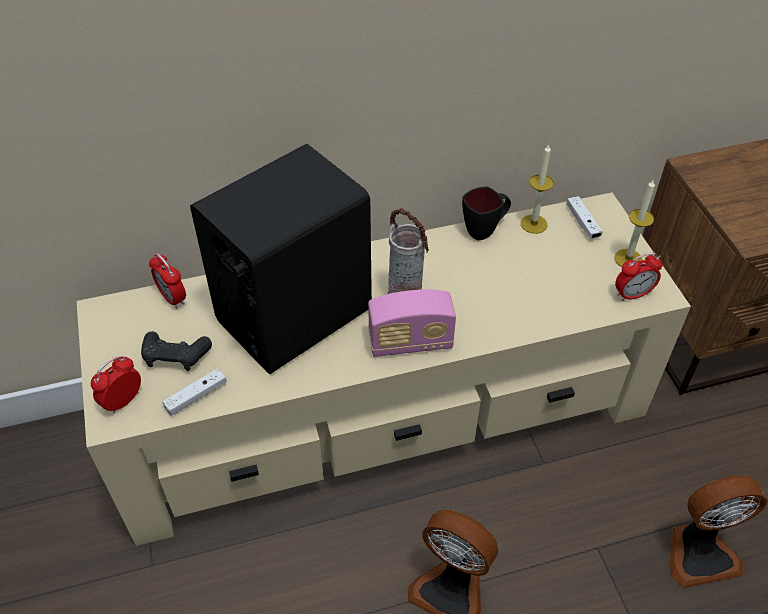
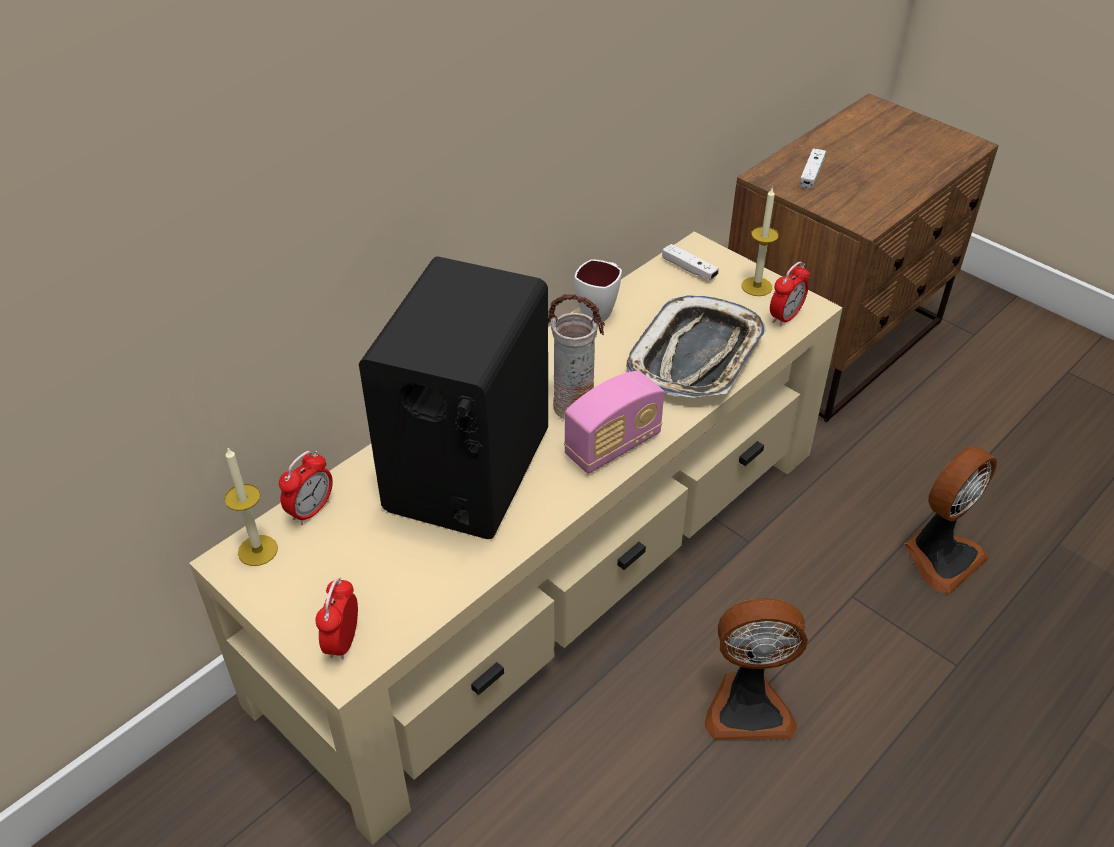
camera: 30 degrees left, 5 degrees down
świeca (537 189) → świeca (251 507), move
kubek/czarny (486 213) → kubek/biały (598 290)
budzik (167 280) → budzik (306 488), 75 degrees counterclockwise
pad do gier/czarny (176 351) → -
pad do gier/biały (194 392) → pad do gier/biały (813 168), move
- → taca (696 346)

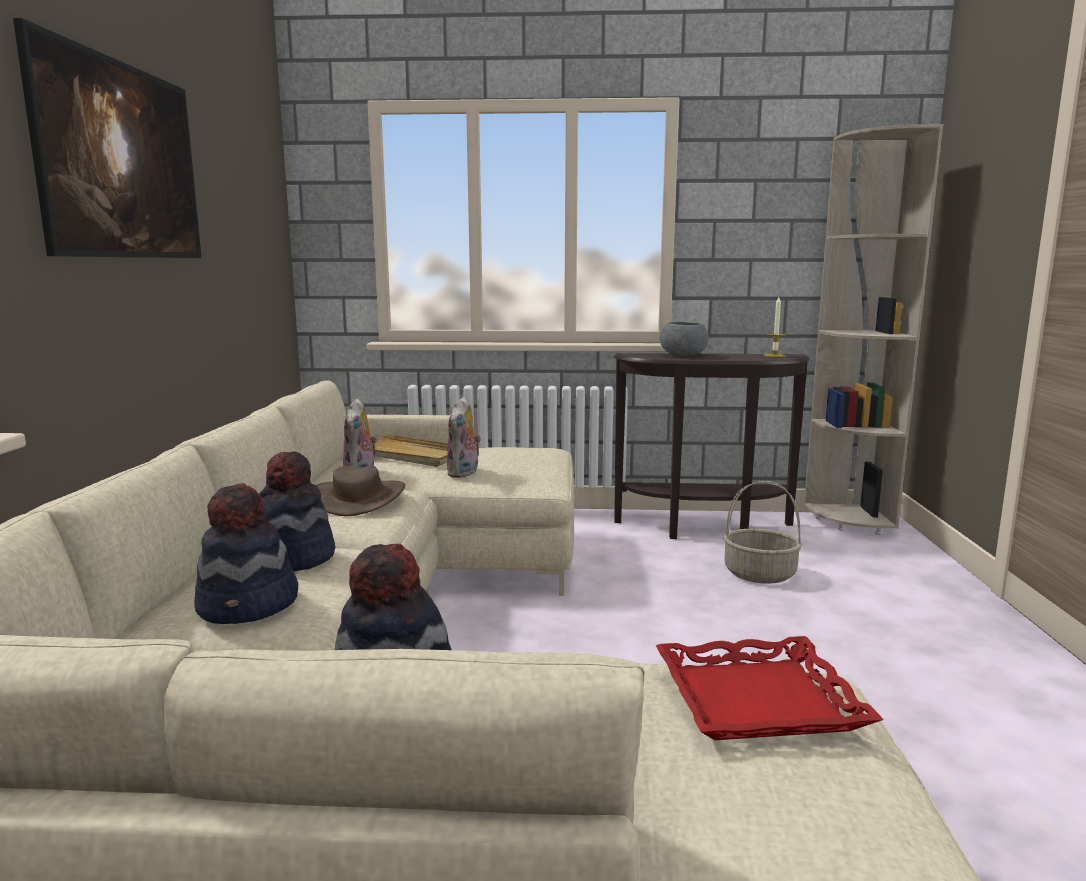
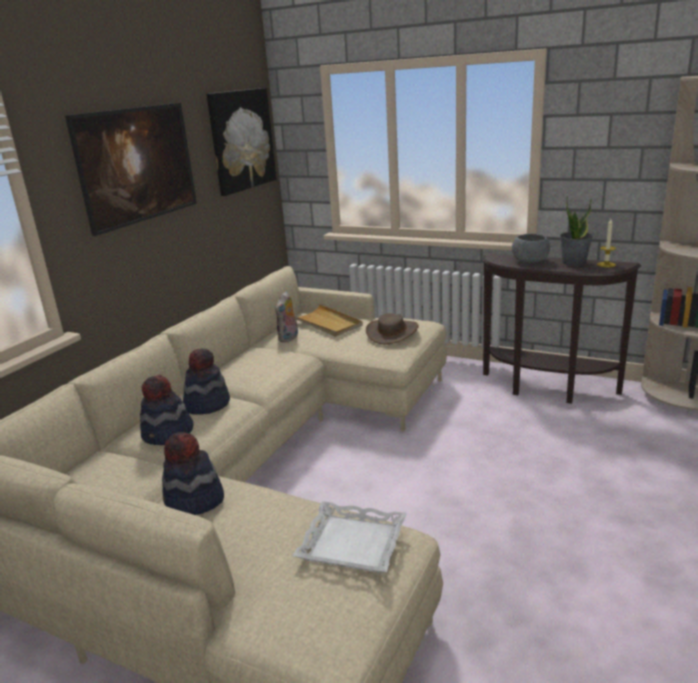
camera: 25 degrees right, 10 degrees up
pluszak (464 437) → -
kapelusz/brązowy (360 491) → kapelusz/brązowy (392 329), move
koszyk (762 532) → -
taca/czerwony (770 688) → taca/biały (350 537)
- → obraz (241 142)
- → roślina doniczkowa (576 231)

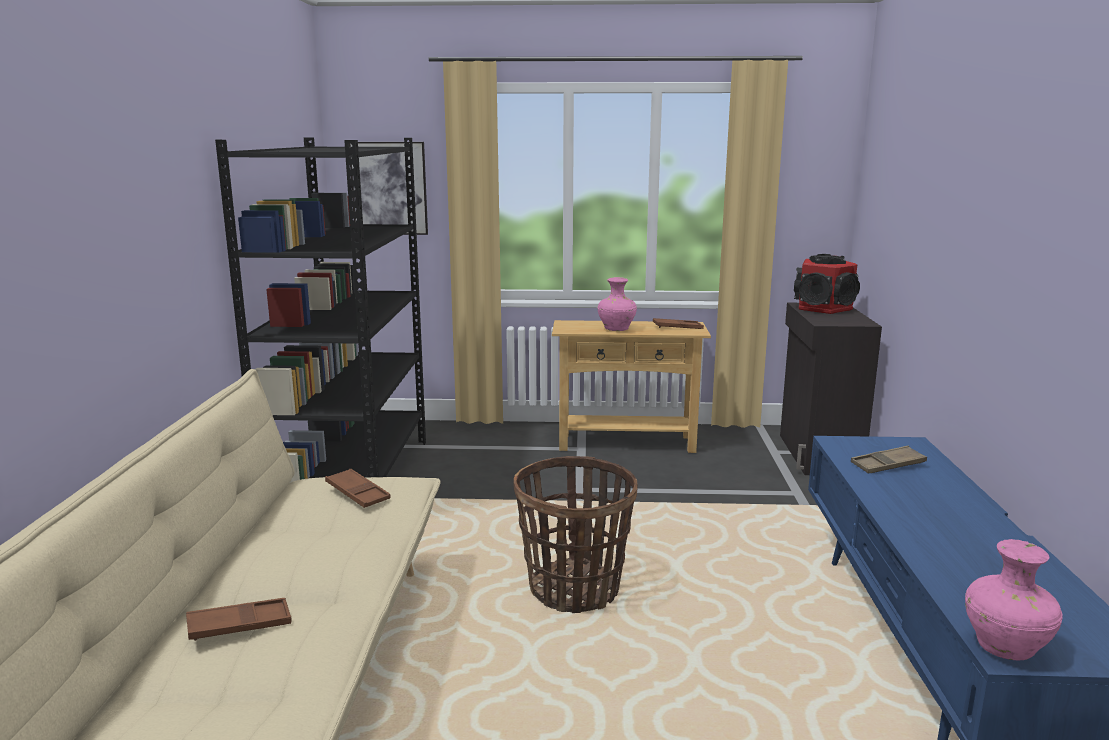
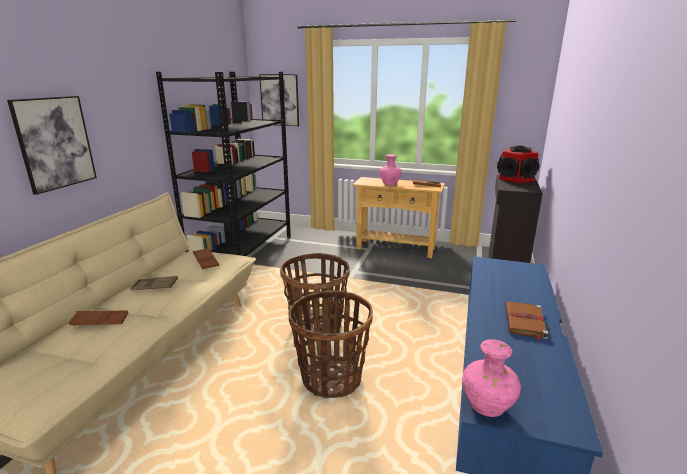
camera: 15 degrees right, 5 degrees up
taca/brązowy (889 460) → taca/brązowy (154 283), move
- → obraz (52 145)
- → koszyk (331 344)
- → książka/brązowy (526 321)

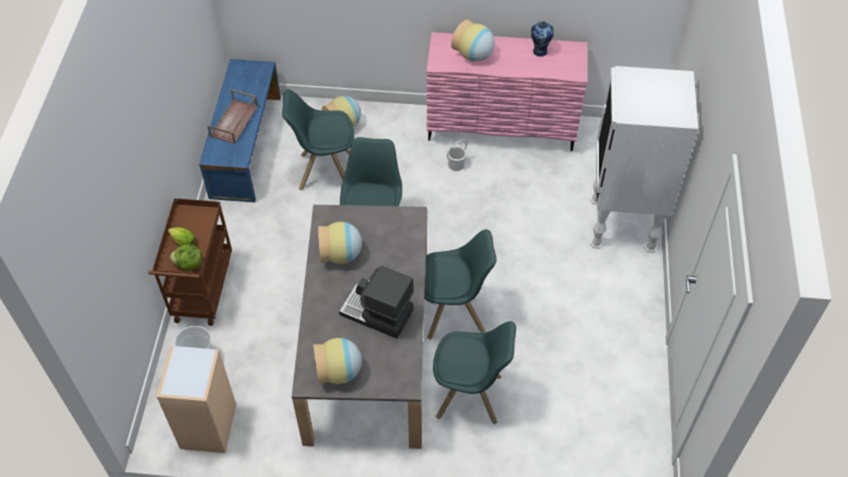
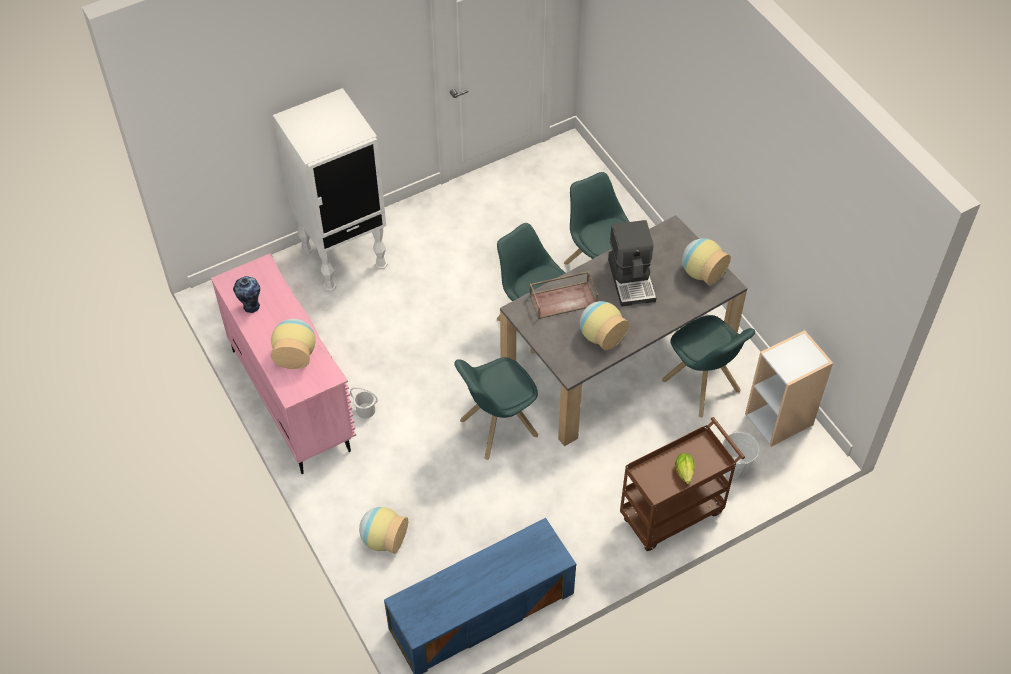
camera: 125 degrees left, 0 degrees up
taca/brązowy (232 116) → taca/brązowy (564 295), move
krzesło/turkusowy (318 139) → krzesło/turkusowy (708 366), move
sałata (186 257) → -

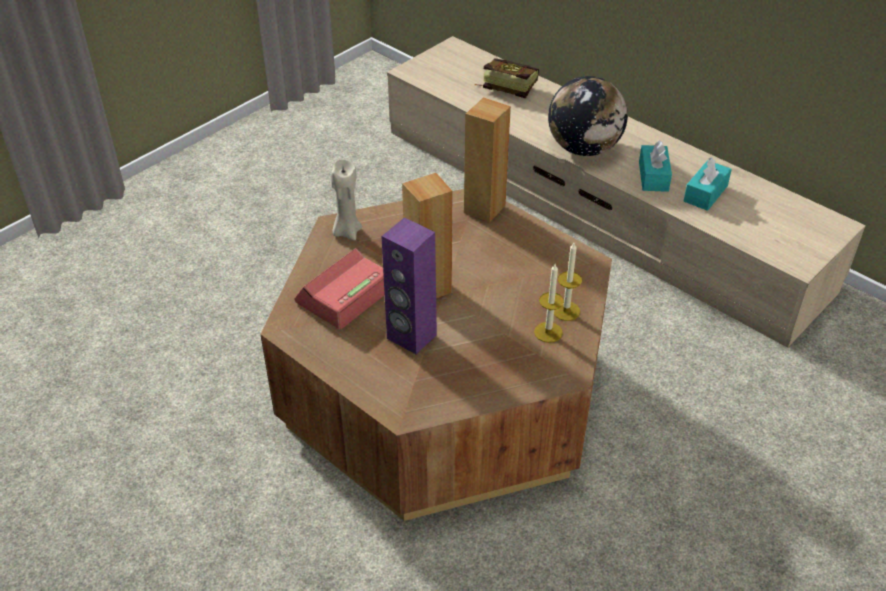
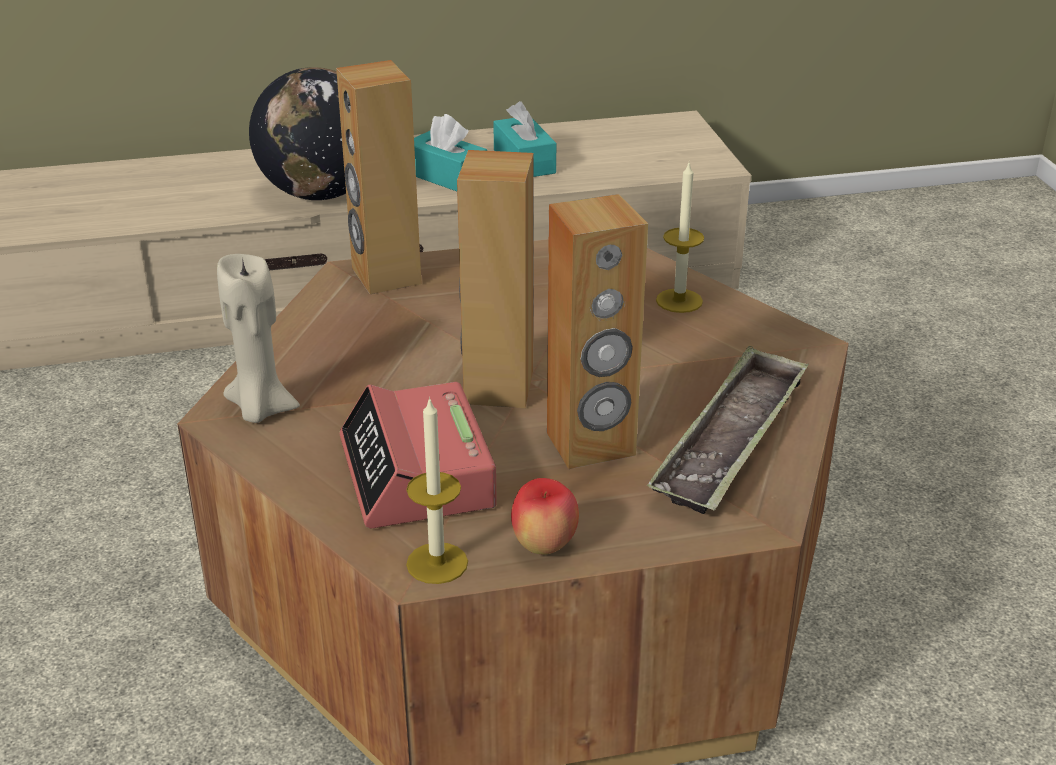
camera: 55 degrees left, 10 degrees down
książka (506 78) → -
głośnik/fioletowy (409 285) → głośnik/brązowy (597 331)
świeca (549 303) → świeca (437 490), move
- → taca (727 430)
- → jabłko (545 516)

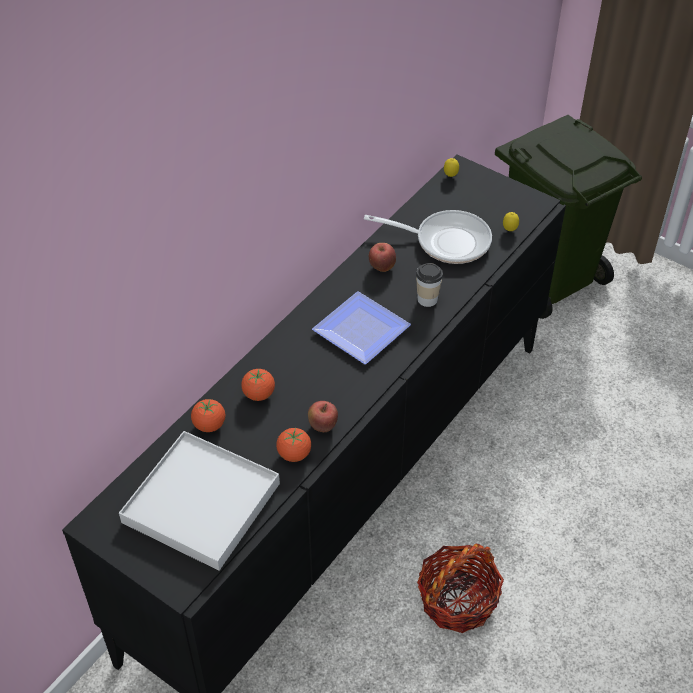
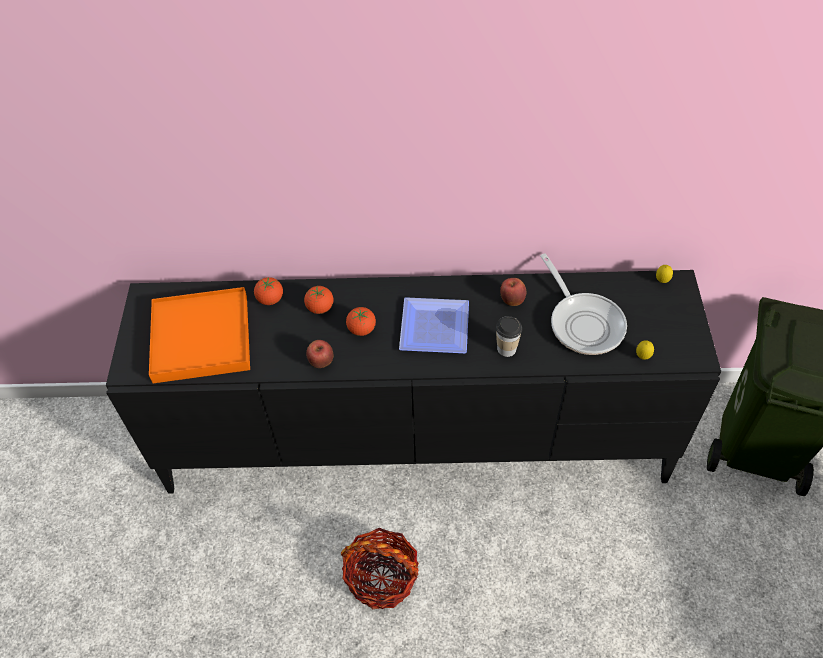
camera: 55 degrees right, 5 degrees up
pomidor (293 445) → pomidor (361 321), move
taca/biały (199 501) → taca/pomarańczowy (199 335)

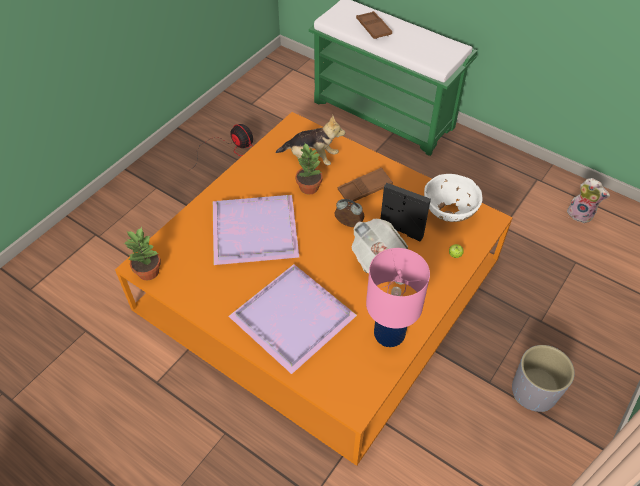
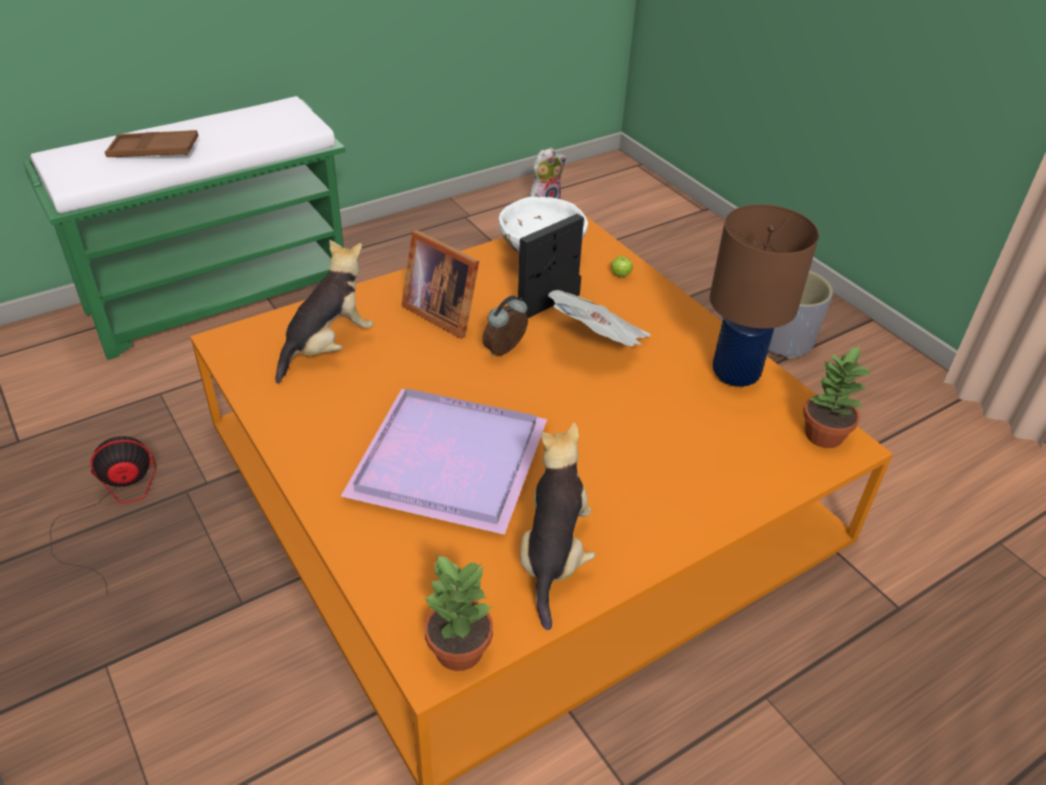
camera: 70 degrees left, 10 degrees down
roślina doniczkowa (309 169) → roślina doniczkowa (837 397), move
taca/brązowy (365 185) → ramka na zdjęcie (440 284)
lampa stołowa/różowy (398 297) → lampa stołowa/brązowy (764 295)
taca/fioletowy (292 319) → -
- → pluszak (557 526)

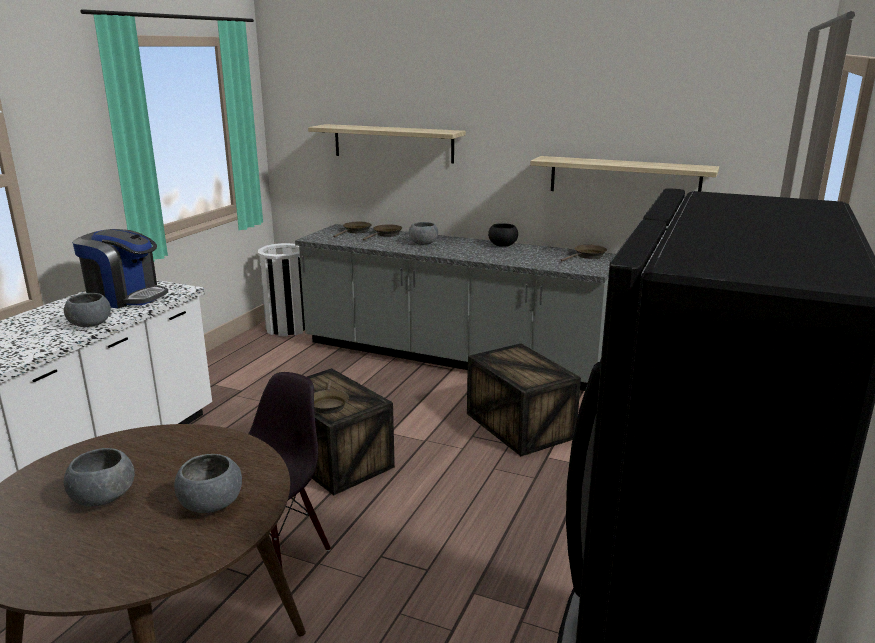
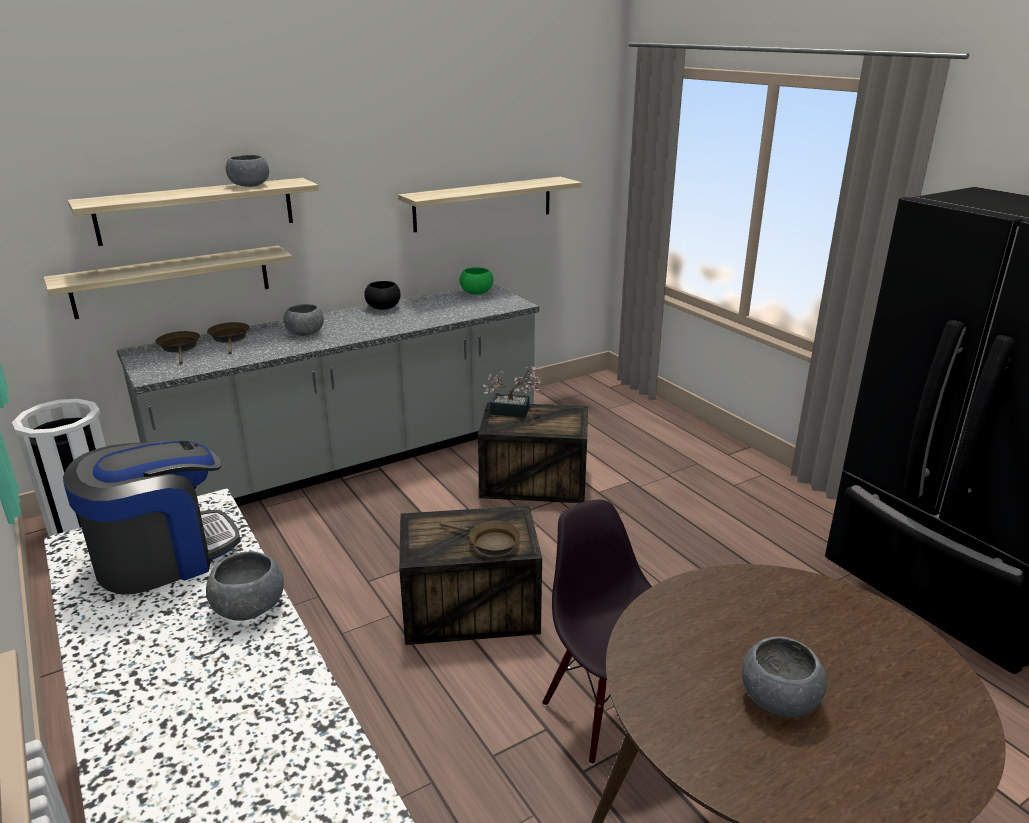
camera: 55 degrees left, 5 degrees up
patelnia/brązowy (584 253) → miska/zielony (476 281)
miska/szary (208 483) → miska/szary (247 171), move
- → półka (168 282)
- → roślina doniczkowa (513 392)

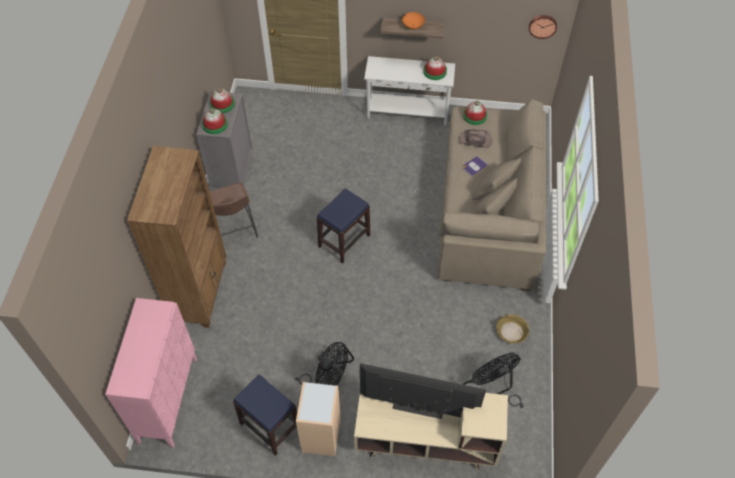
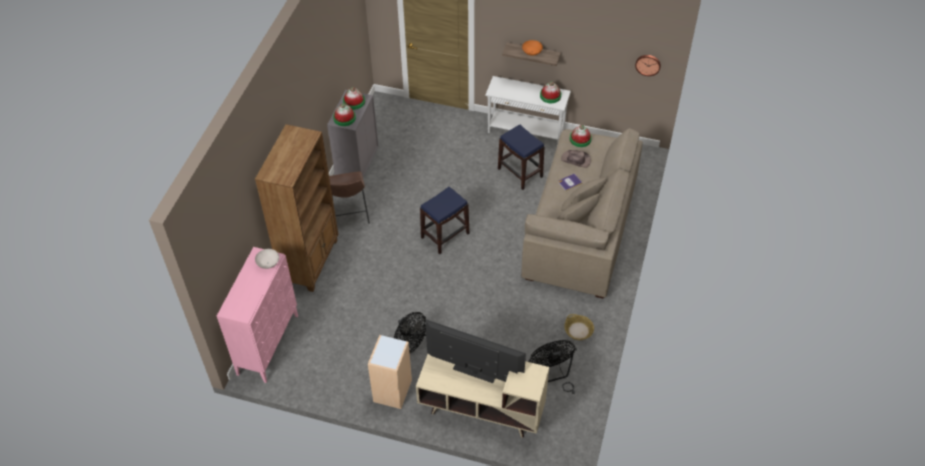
camera: 10 degrees right, 5 degrees down
stołek (265 415) → stołek (521 157), move
- → miska/biały (267 259)

